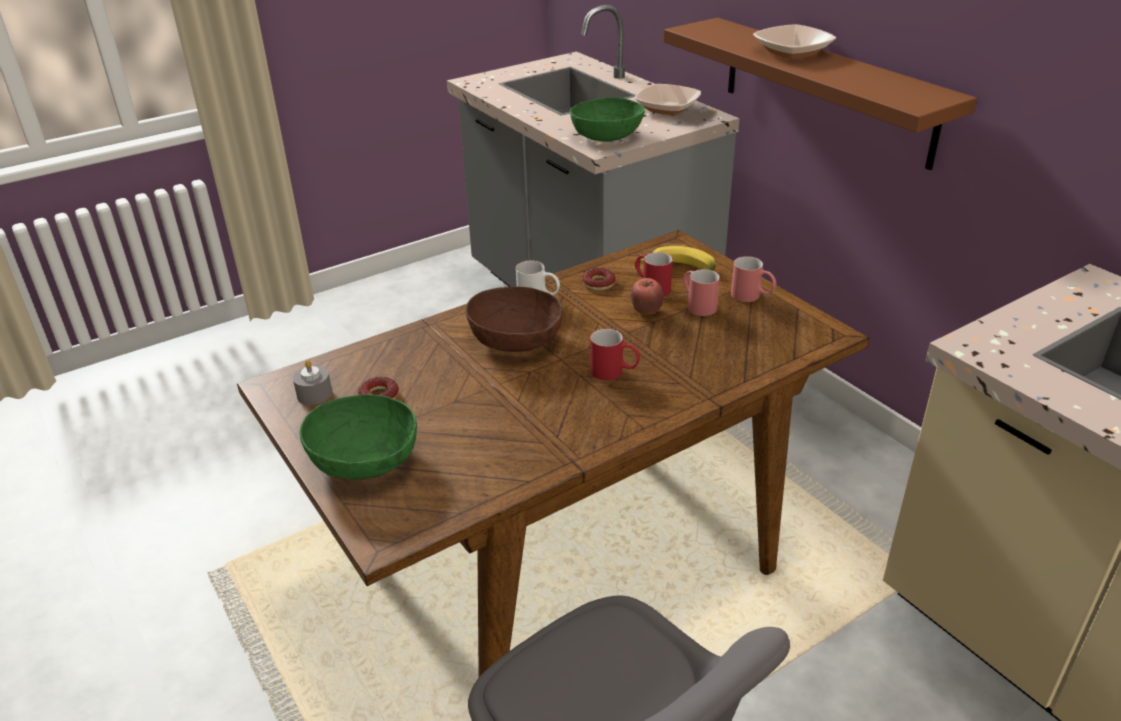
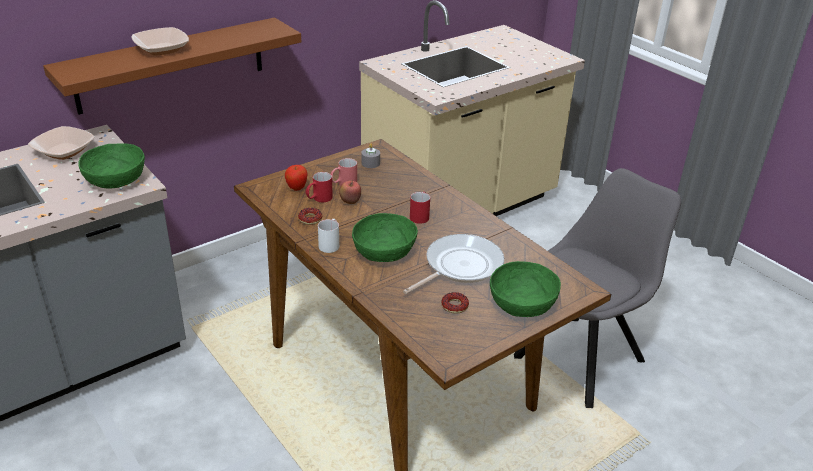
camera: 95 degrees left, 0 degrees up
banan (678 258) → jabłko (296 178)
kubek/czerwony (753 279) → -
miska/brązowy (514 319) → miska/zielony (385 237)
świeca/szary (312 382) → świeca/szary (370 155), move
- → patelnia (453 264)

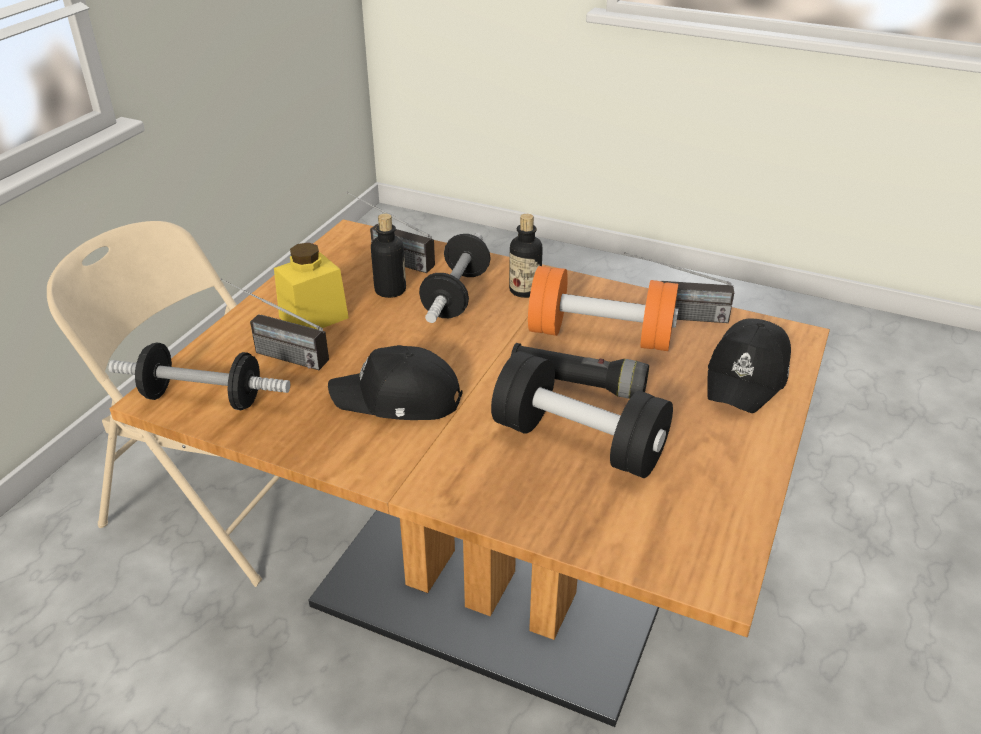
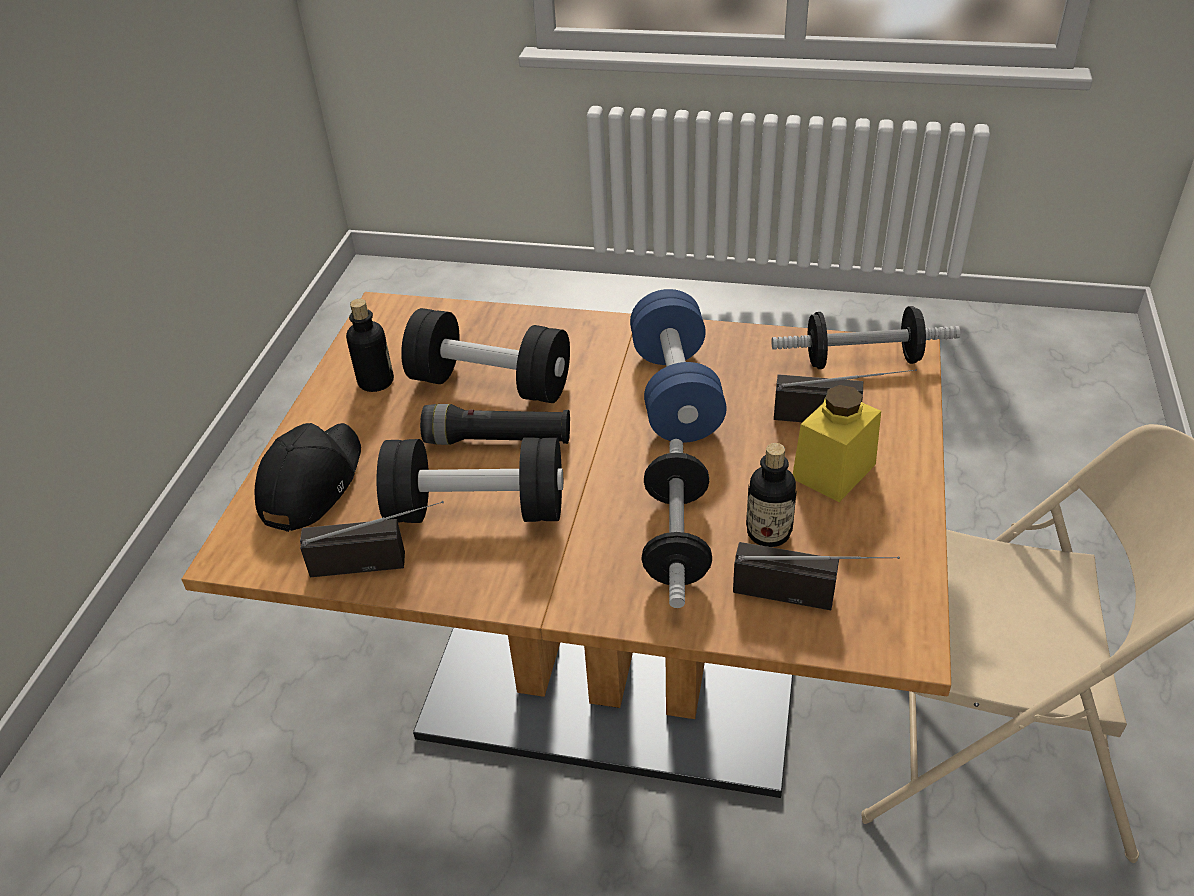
camera: 170 degrees right, 5 degrees up
butelka (526 256) → butelka (370 345), move
hantel/pomarańczowy (603 308) → hantel/czarny (470 480)
czapka z daszkiem/czarny (395 382) → hantel/niebieski (678 366)

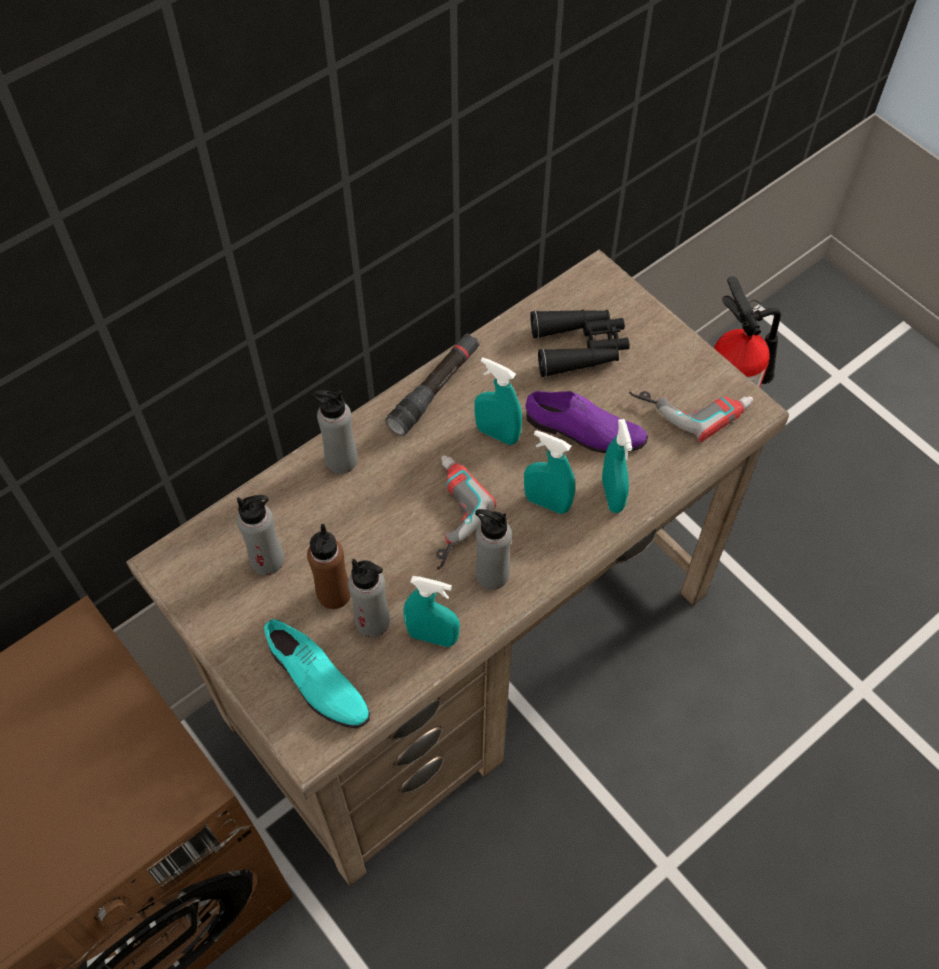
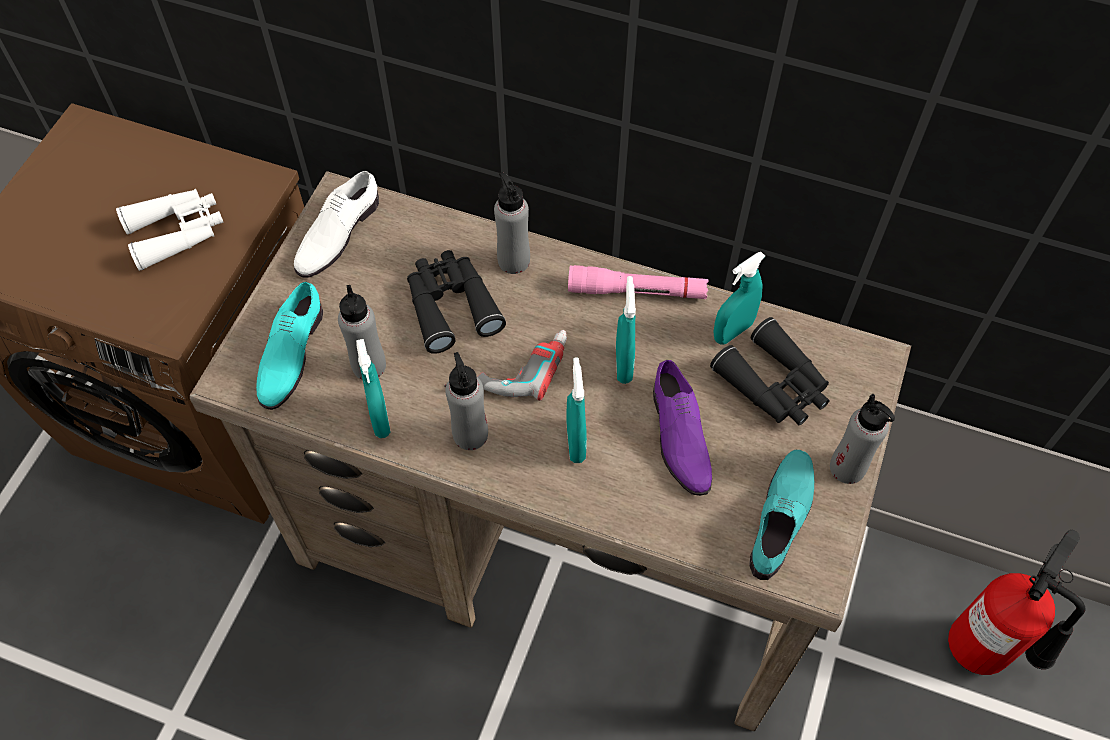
camera: 60 degrees right, 0 degrees up
latarka/czarny (432 384) → latarka/różowy (638 282)
wiertarka (691 416) → but/turkusowy (781 515)
spryskiwacz/turkusowy (617 466) → spryskiwacz/turkusowy (739 298), move
butelka/szary (260 535) → butelka/szary (862 439), move
butelka/brązowy (329 566) → -
- → but/biały (336 224)
- → lornetka/biały (170 230)
- → lornetka/czarny (456 302)

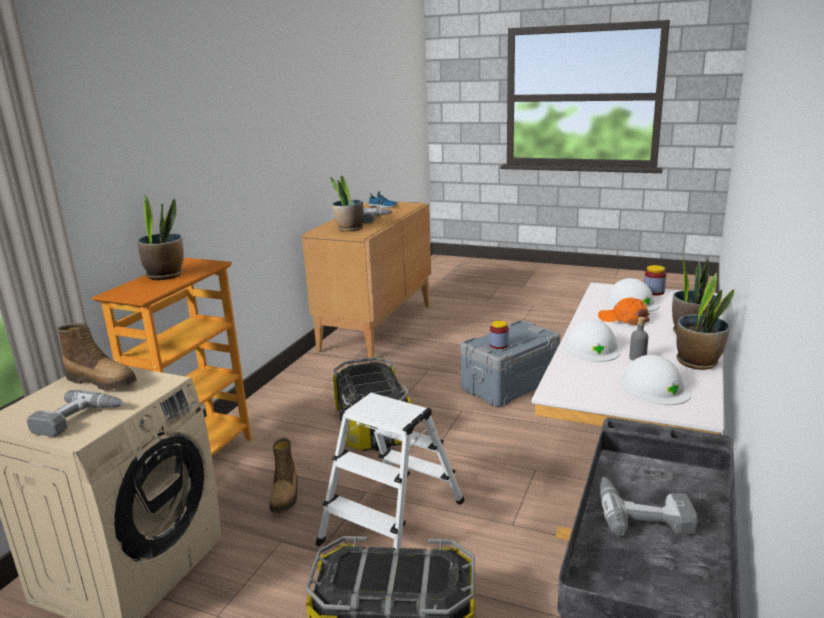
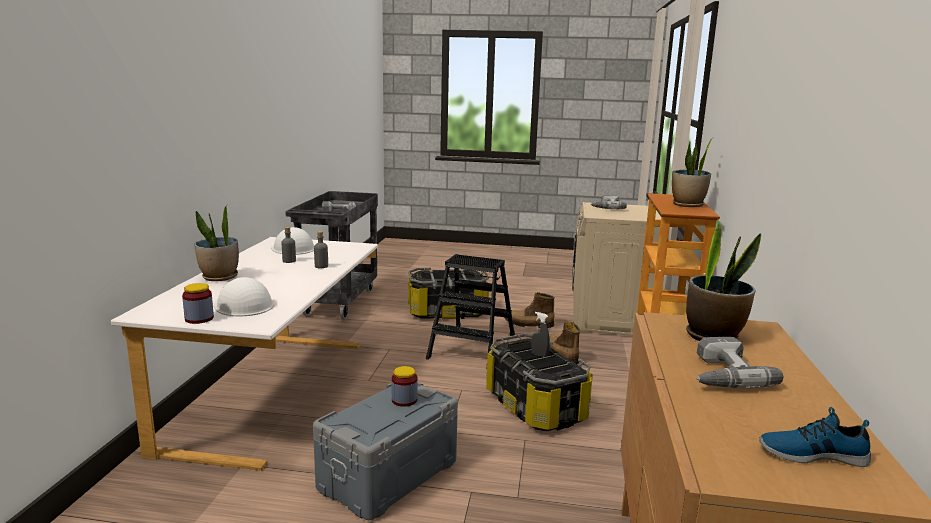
camera: 165 degrees right, 5 degrees down
roślina doniczkowa (705 321) → -
czapka z daszkiem/pomarańczowy (624 311) → -
kask/biały (592 340) → butelka/szary (321 249)
but z cholewką (96 356) → but z cholewką (529 310), move
drabinka/biały (390 470) → drabinka/czarny (470 307)
- → spryskiwacz/szary (540 334)

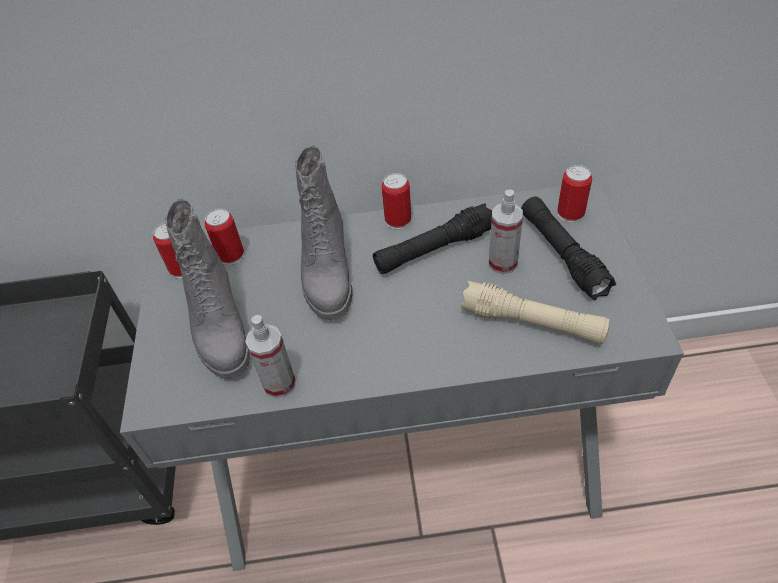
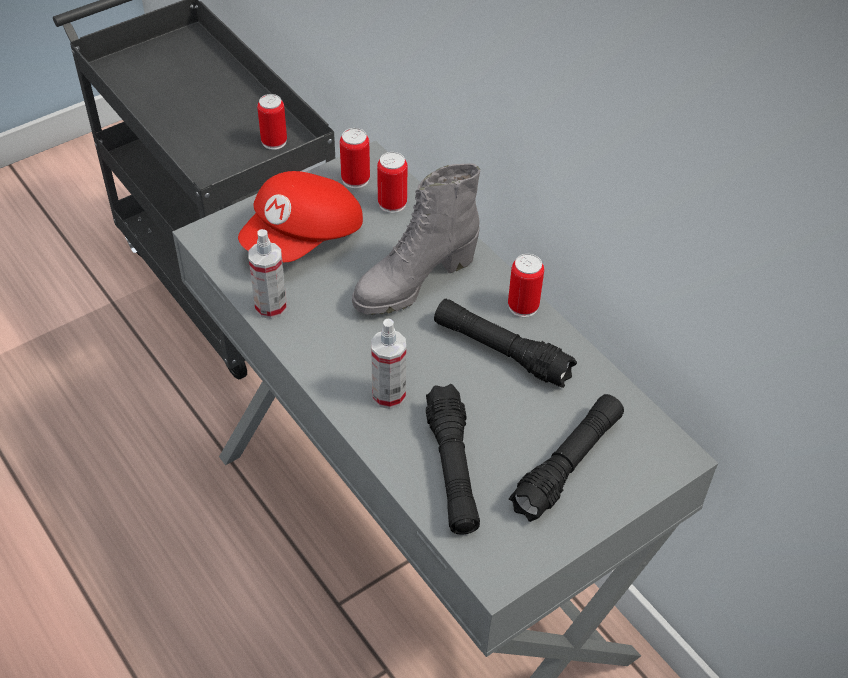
camera: 55 degrees right, 0 degrees up
puszka (574 194) → puszka (272 122), move
spryskiwacz (506 232) → spryskiwacz (388 363), move
but z cholewką/szary (207 289) → czapka z daszkiem/czerwony (300 216)
latarka/beżowy (535 312) → latarka/czarny (453 459)

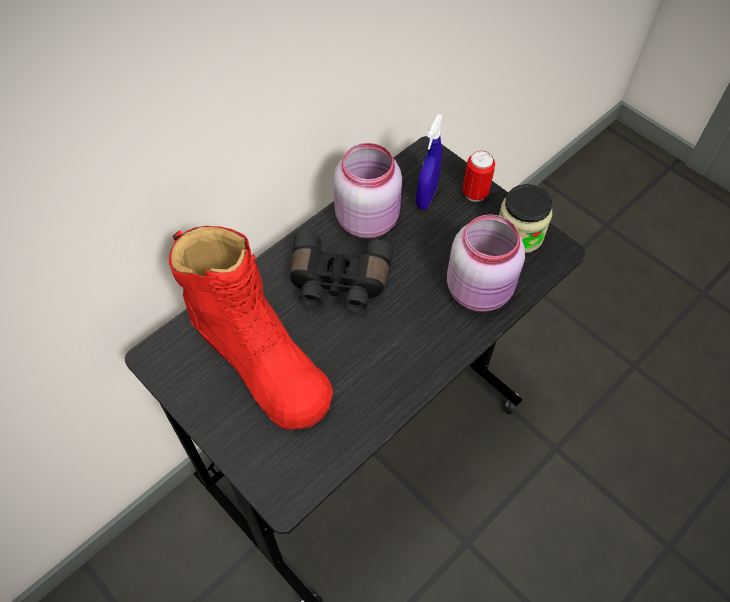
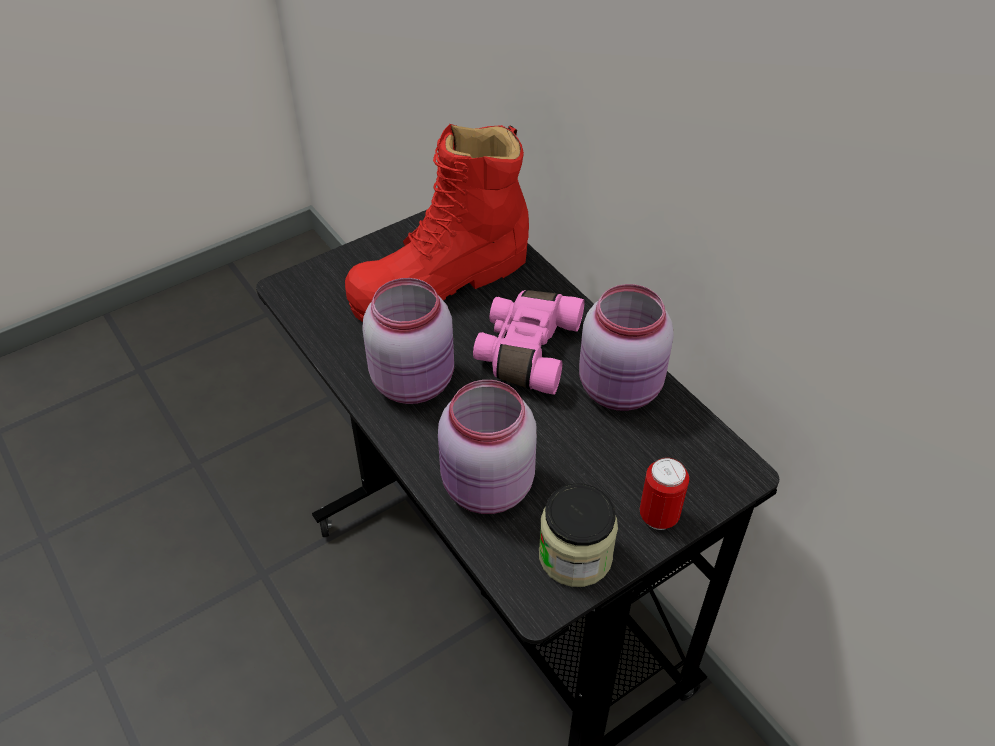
camera: 100 degrees right, 10 degrees down
spryskiwacz/niebieski (429 162) → -
lornetka/czarny (341 271) → lornetka/różowy (529 342)
- → słoik/różowy (408 341)

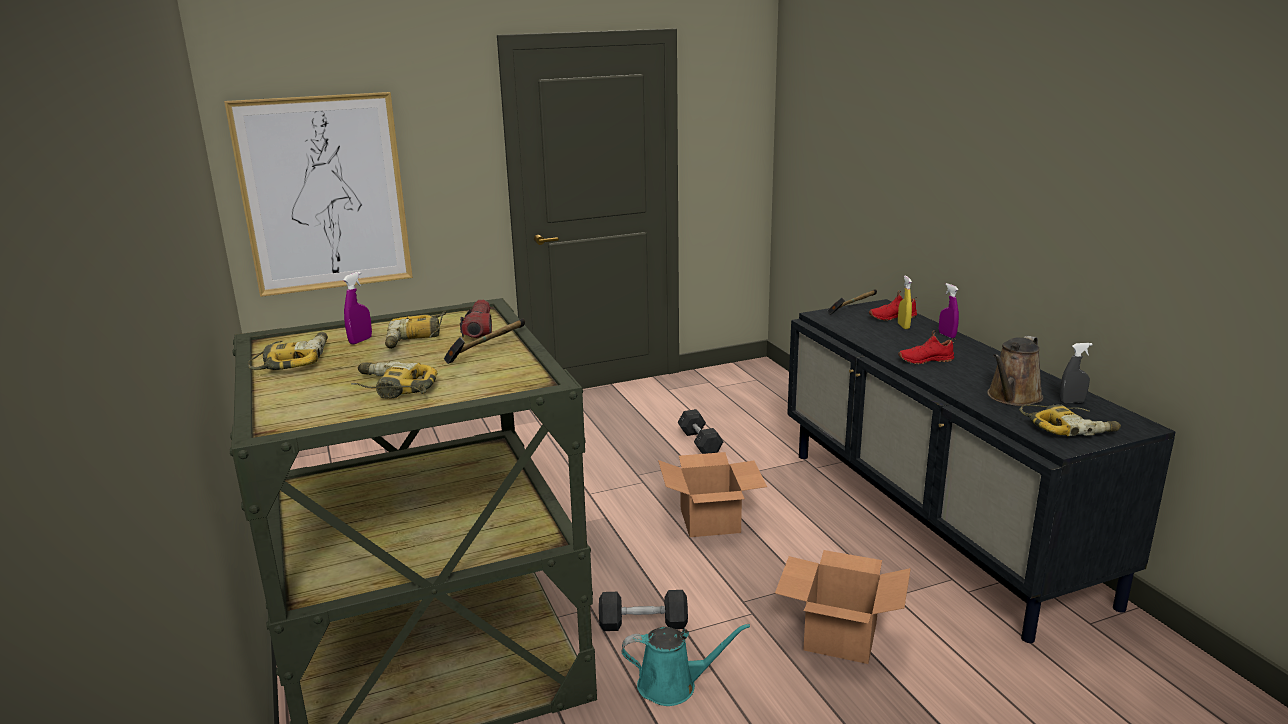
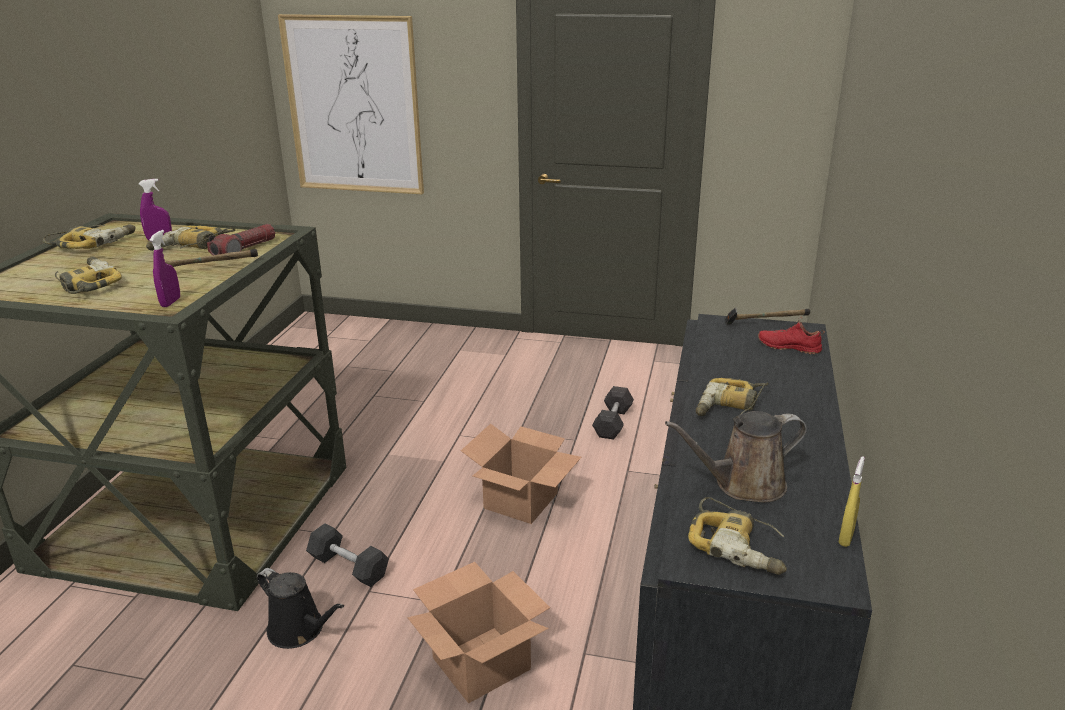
camera: 35 degrees right, 5 degrees up
spryskiwacz/żółty (905 302) → spryskiwacz/żółty (851 501), move
spryskiwacz/fioletowy (949 310) → spryskiwacz/fioletowy (164 268), move
but/czerwony (927 347) → wiertarka (732 397)
spryskiwacz/szary (1076 373) → -
konewka/turkusowy (685 665) → konewka/czarny (300 608)

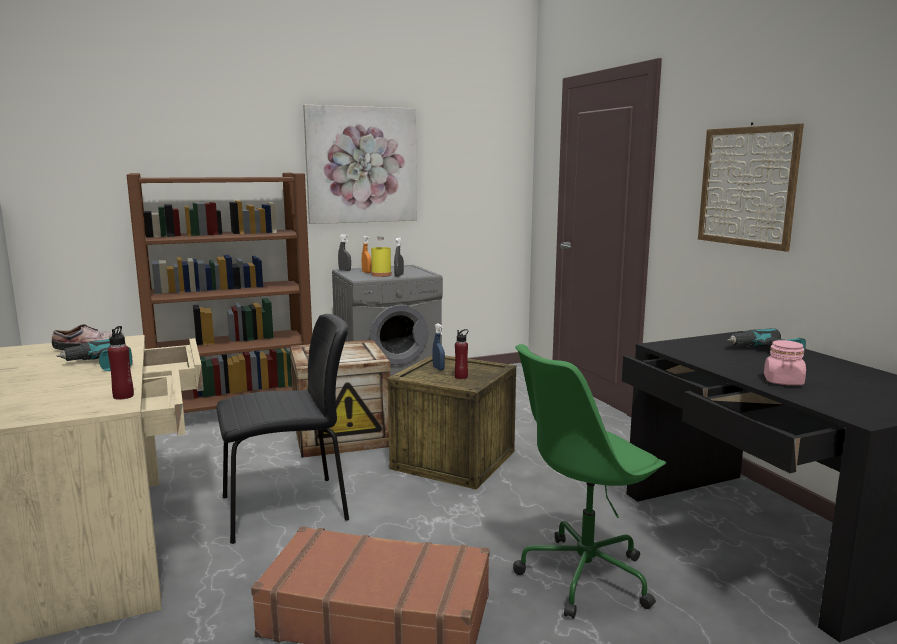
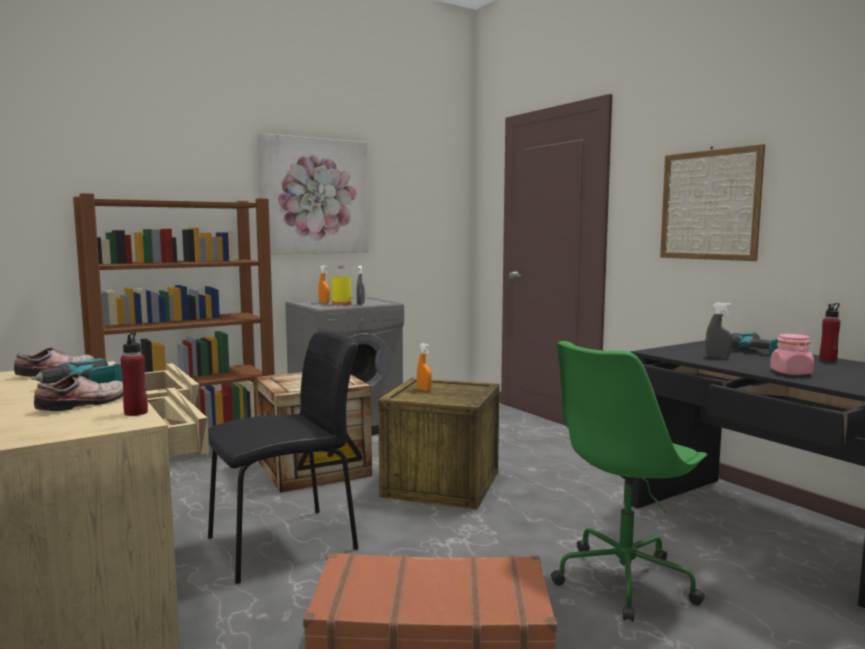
camera: 10 degrees left, 5 degrees down
spryskiwacz/szary (344 252) → spryskiwacz/szary (718 330), move
spryskiwacz/niebieski (438 346) → spryskiwacz/pomarańczowy (424 367)
butelka/czerwony (462 354) → butelka/czerwony (830 332), move
- → but (78 392)

